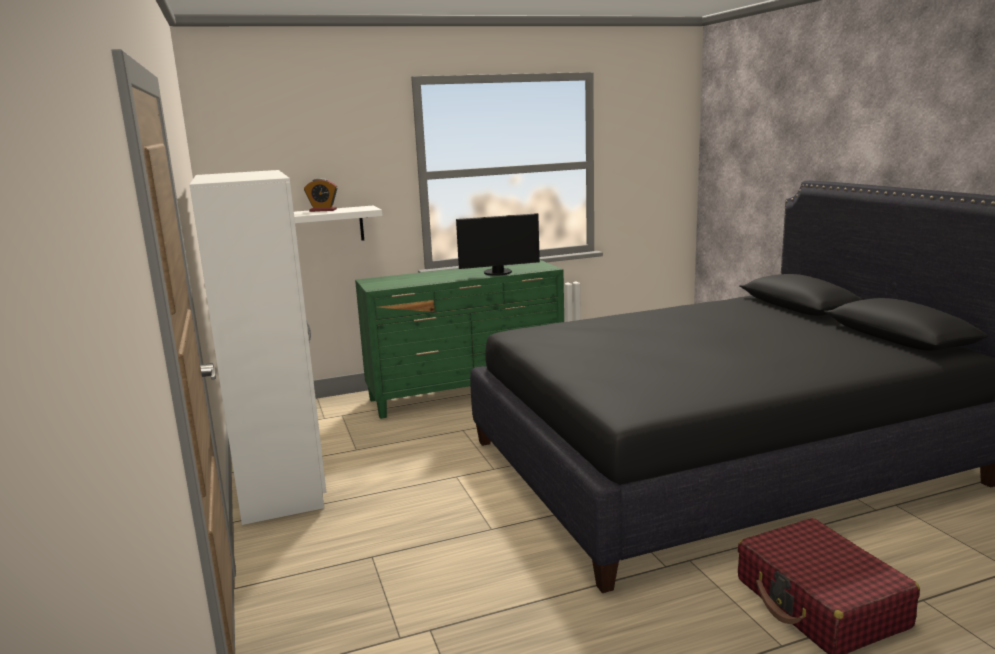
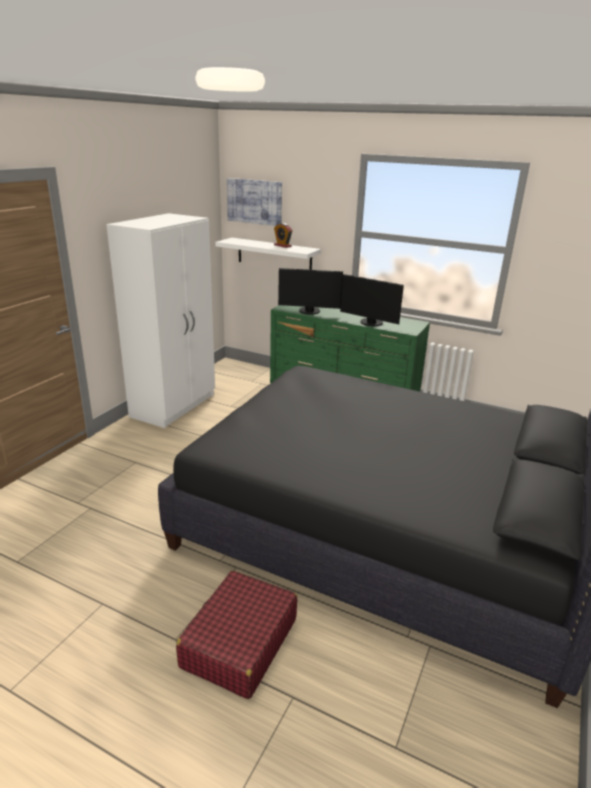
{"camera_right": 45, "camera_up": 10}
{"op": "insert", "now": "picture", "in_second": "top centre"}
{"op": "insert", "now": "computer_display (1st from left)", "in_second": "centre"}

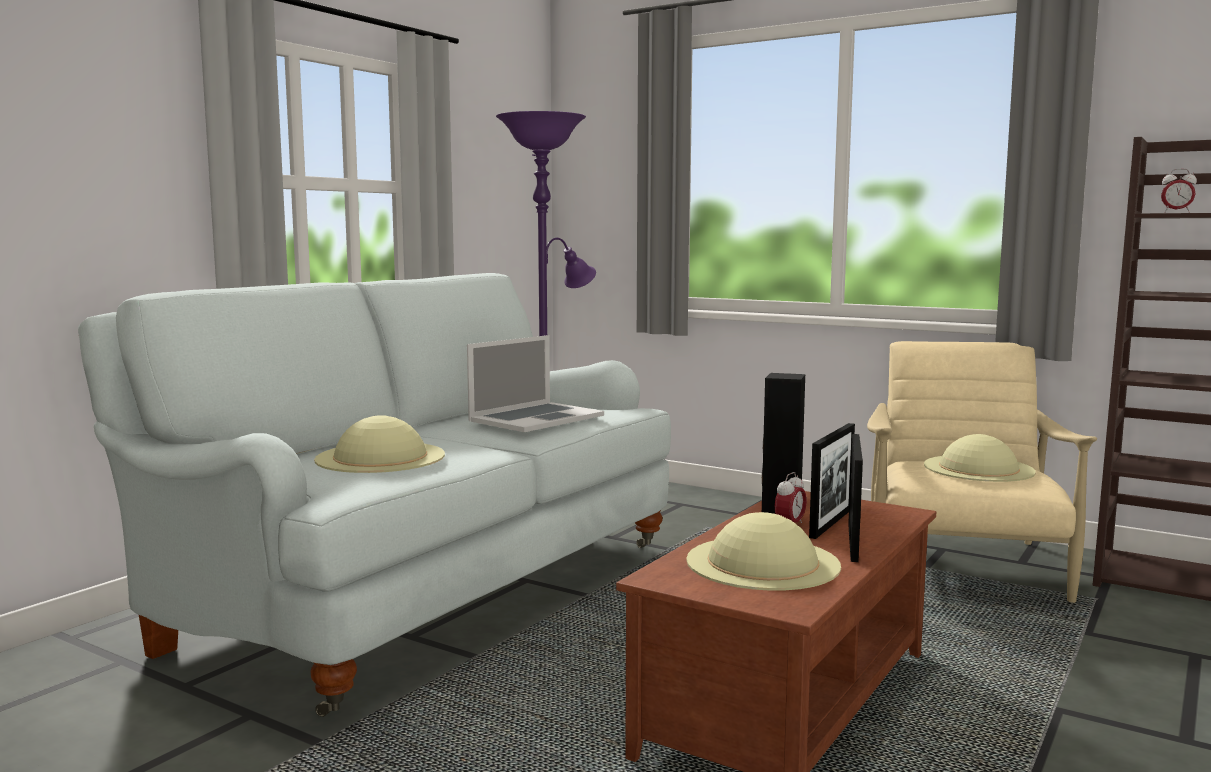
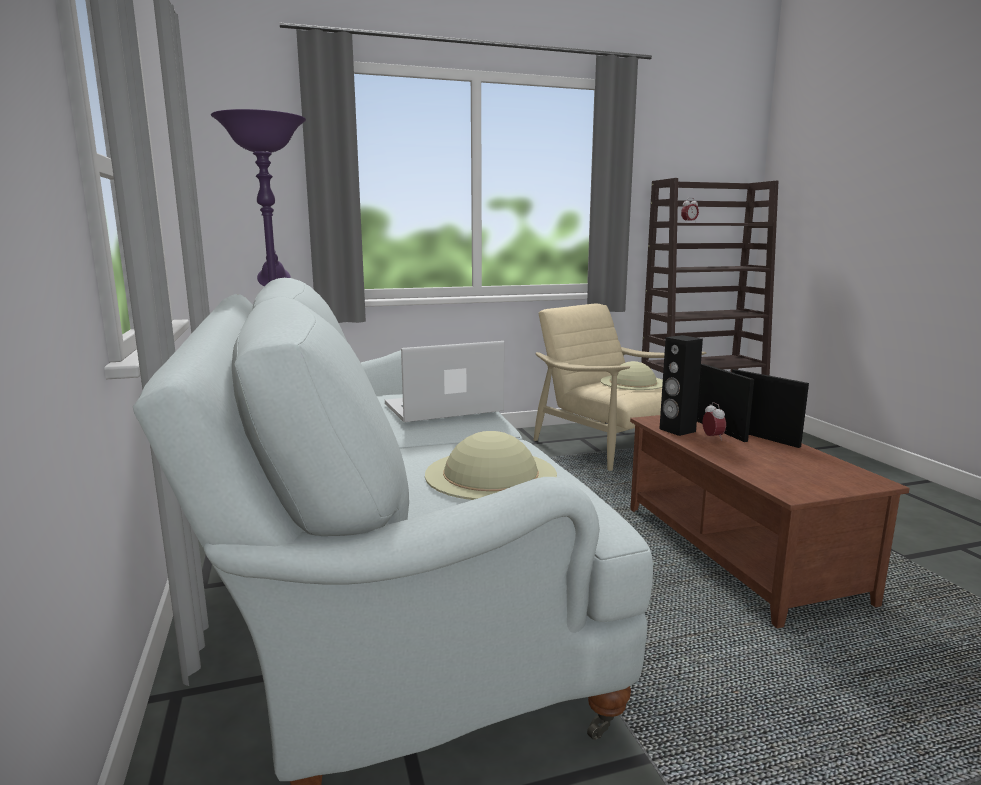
{"camera_right": -50, "camera_up": 5}
{"op": "rotate", "was": "laptop", "in_first": "centre", "in_second": "centre", "clockwise": -105}
{"op": "delete", "was": "sand-coloured_hat (2nd from left)", "in_first": "bottom centre"}

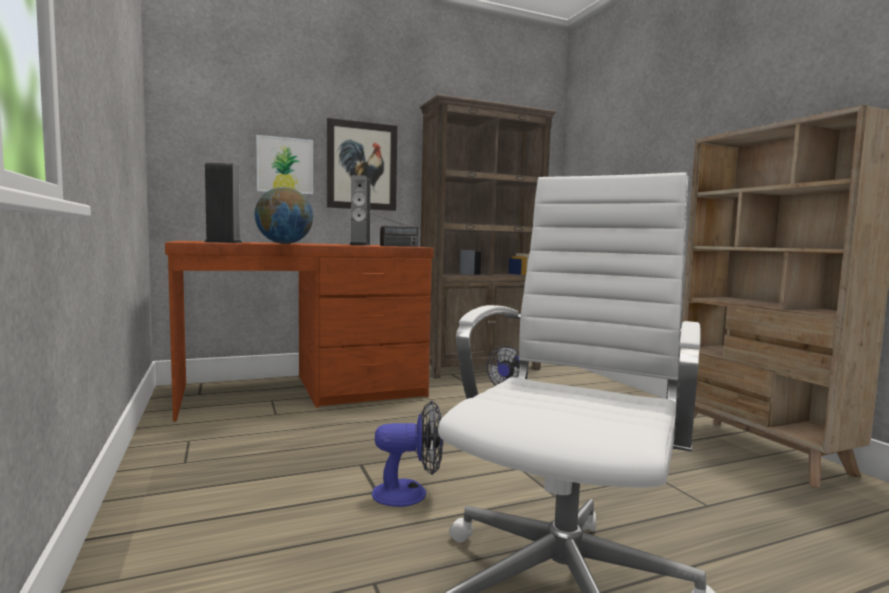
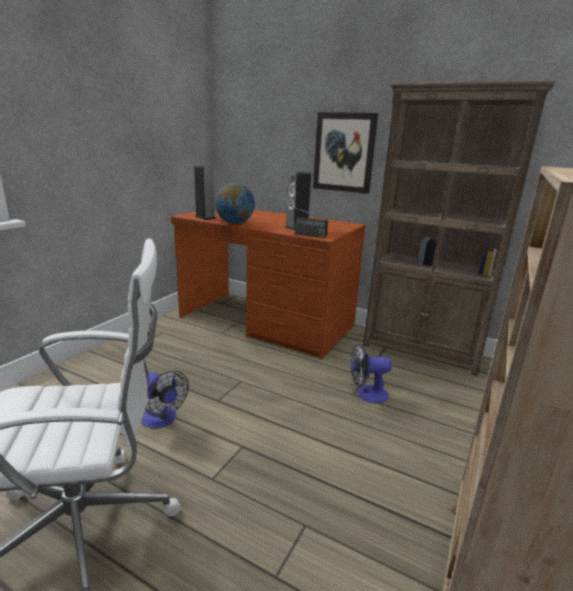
{"camera_right": 50, "camera_up": 15}
{"op": "delete", "was": "picture (1st from left)", "in_first": "top left"}

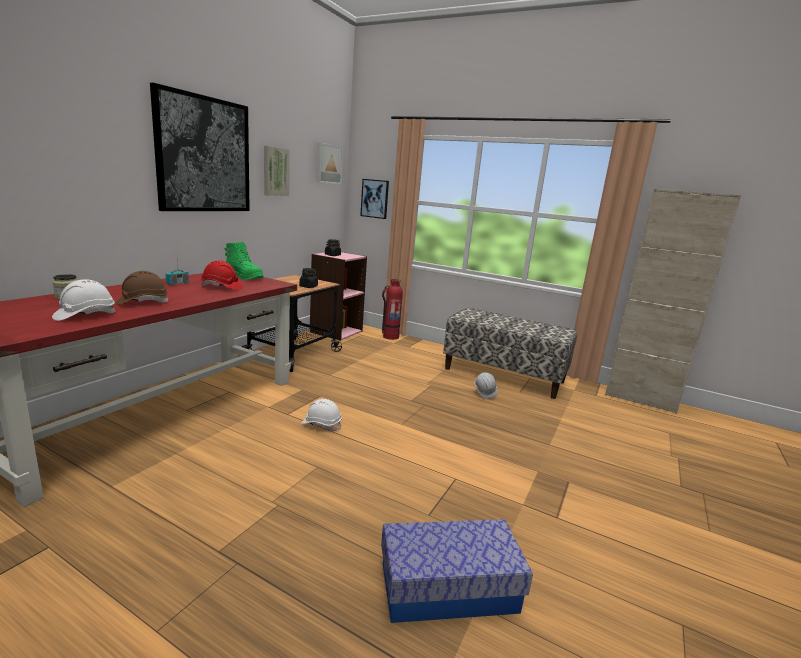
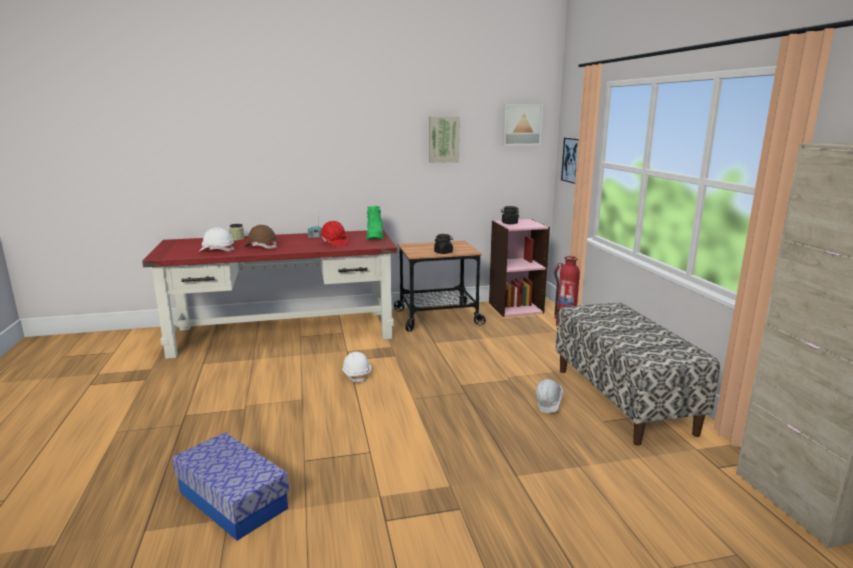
{"camera_right": 50, "camera_up": 0}
{"op": "delete", "was": "picture (1st from left)", "in_first": "top left"}

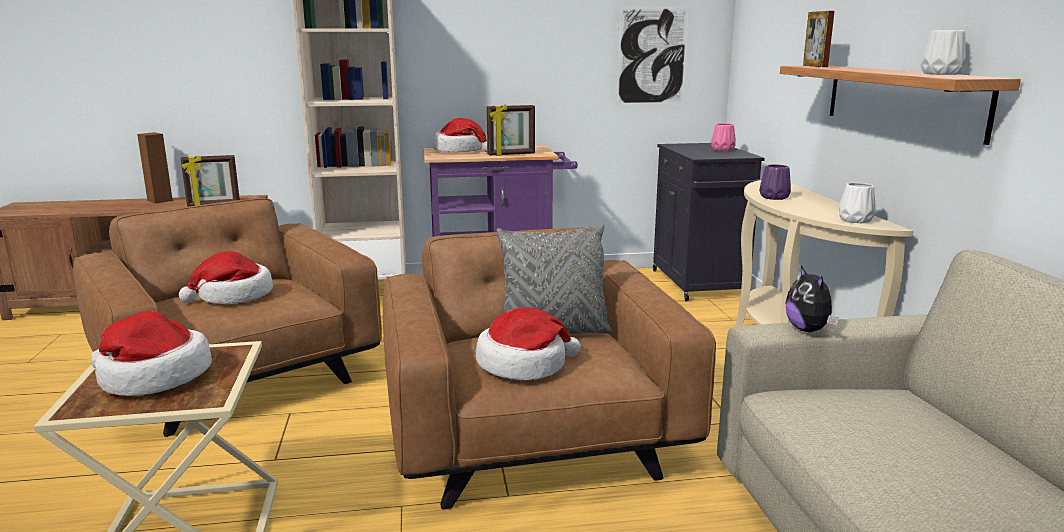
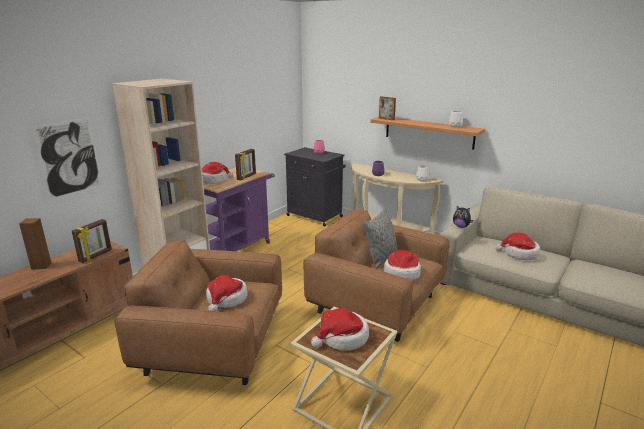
{"camera_right": -45, "camera_up": 5}
{"op": "move", "was": "picture", "in_first": "top centre", "in_second": "middle left"}
{"op": "insert", "now": "hat (5th from left)", "in_second": "middle right"}

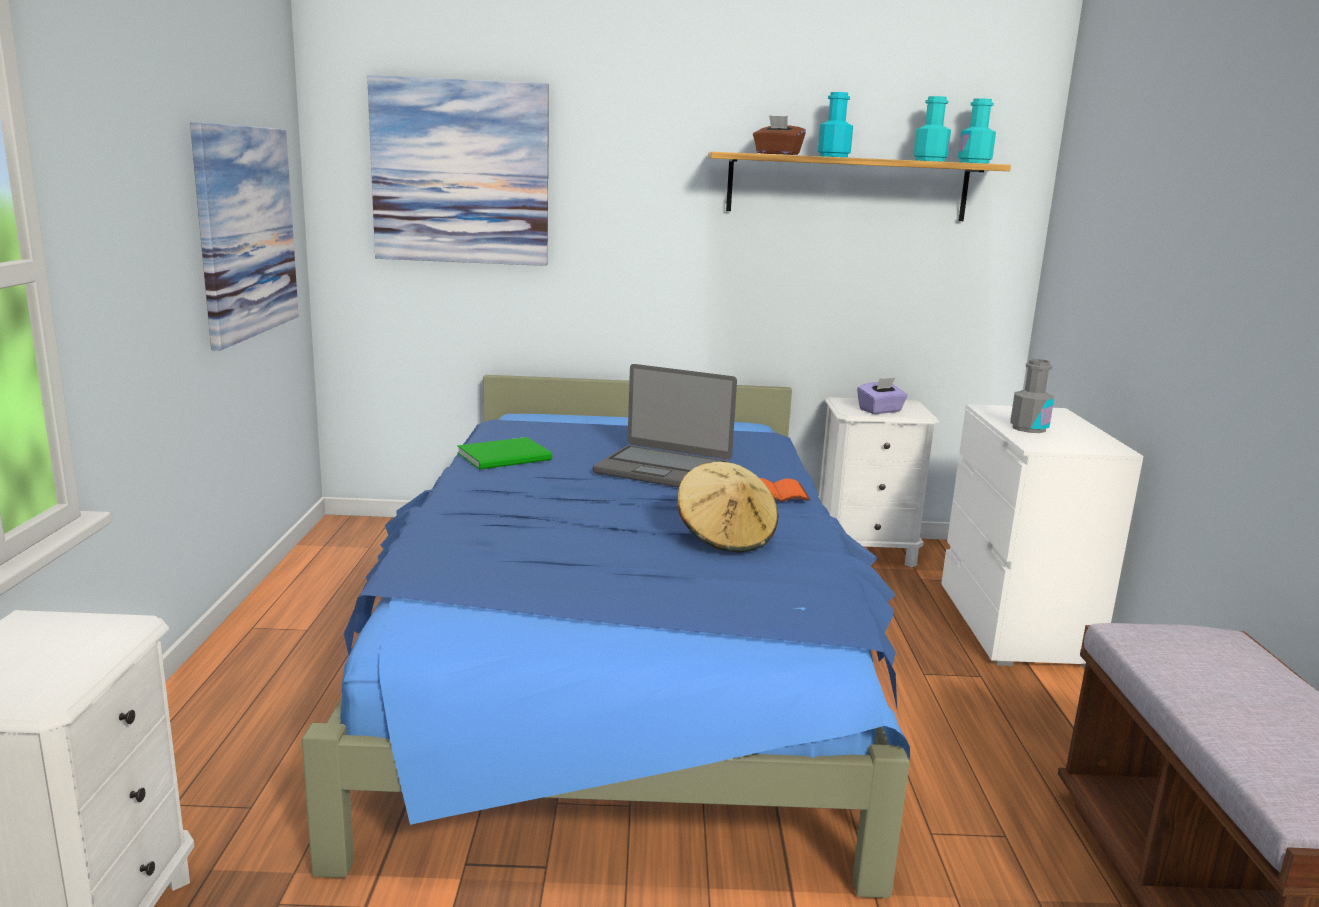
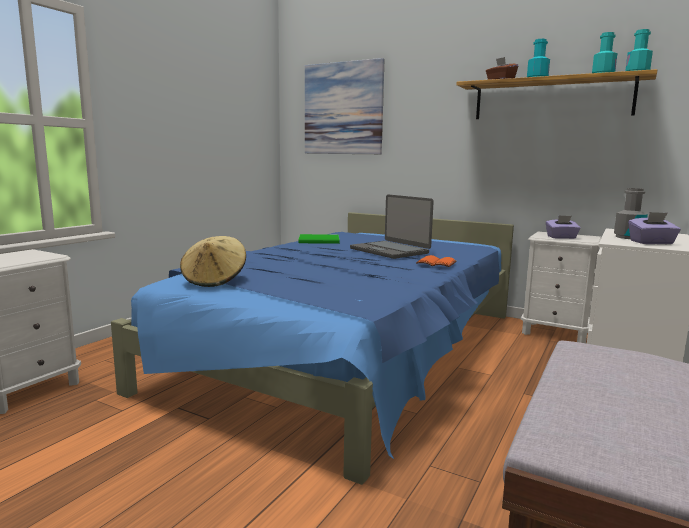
{"camera_right": 30, "camera_up": -5}
{"op": "delete", "was": "picture (1st from left)", "in_first": "top left"}
{"op": "move", "was": "sand-coloured_hat", "in_first": "centre", "in_second": "middle left"}
{"op": "insert", "now": "purple_tissue_holder (2nd from left)", "in_second": "middle right"}

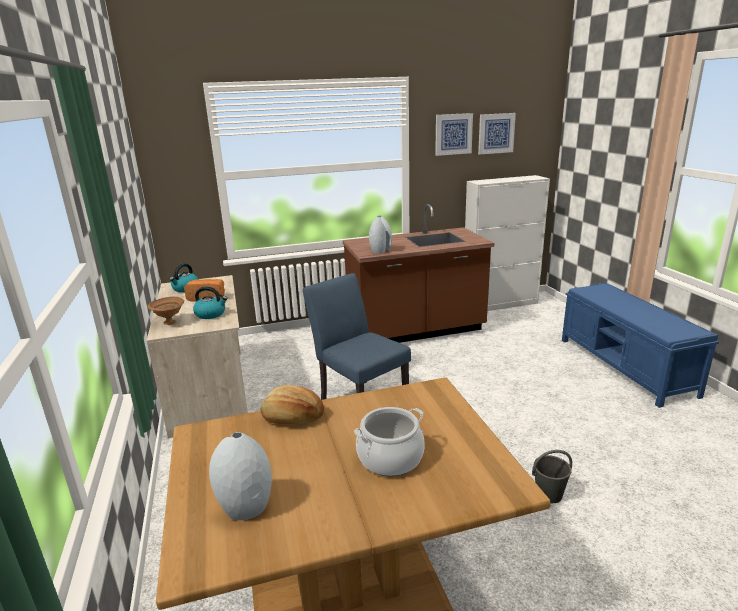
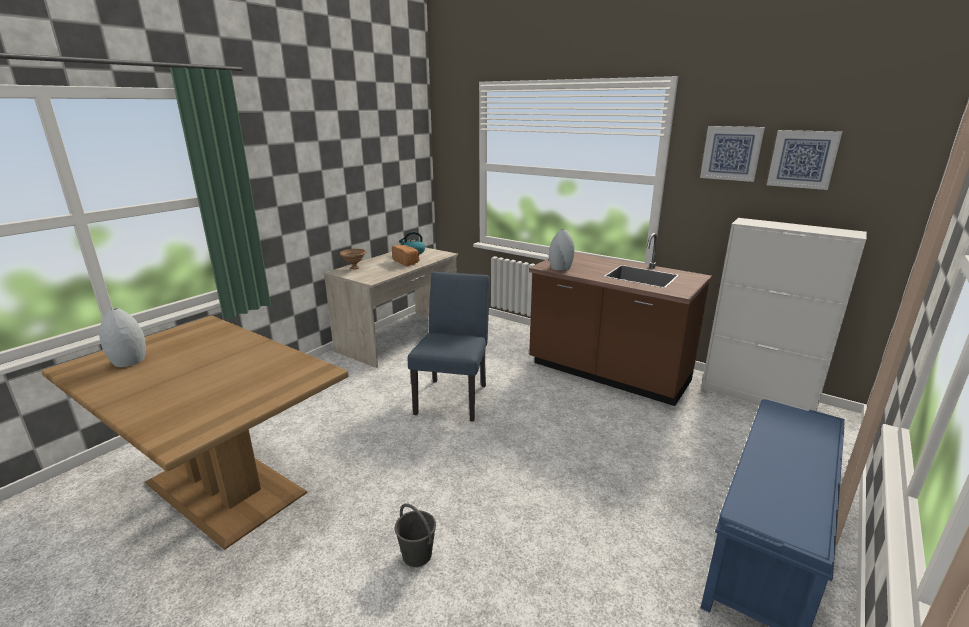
{"camera_right": 50, "camera_up": 0}
{"op": "delete", "was": "water_kettle (2nd from left)", "in_first": "middle left"}
{"op": "delete", "was": "baked_bread (2nd from left)", "in_first": "centre"}
{"op": "delete", "was": "stockpot", "in_first": "bottom centre"}

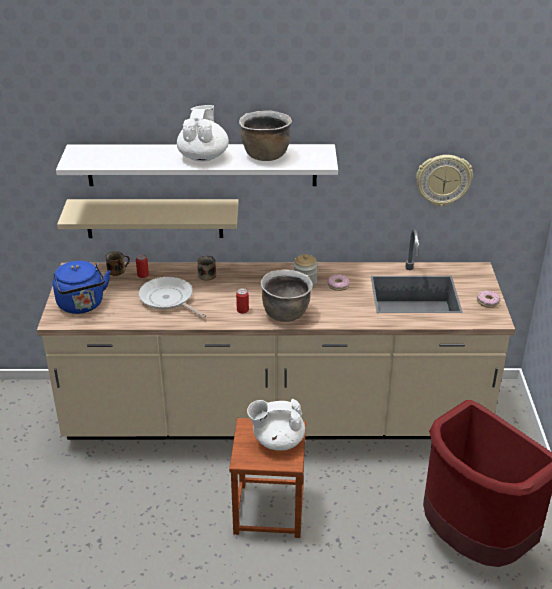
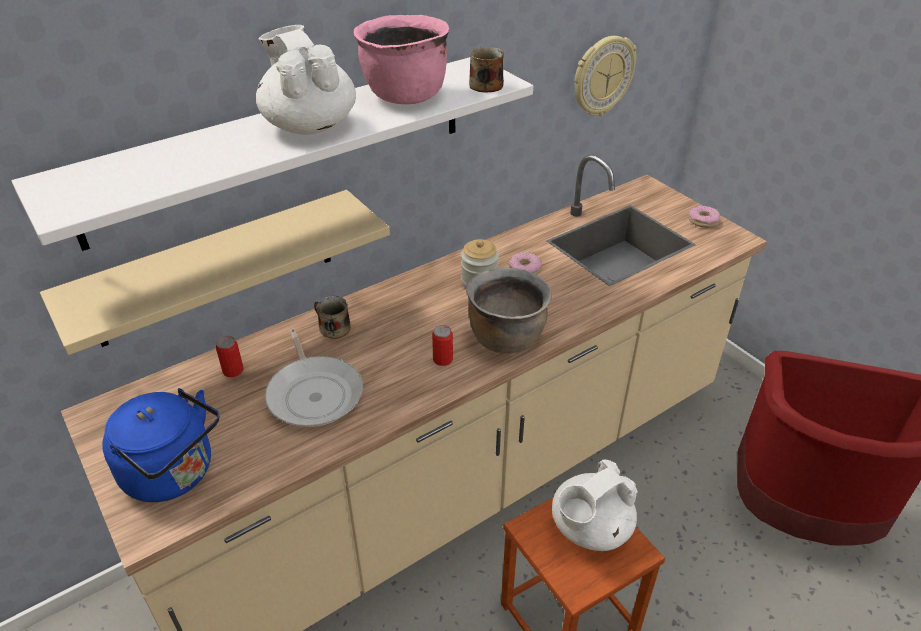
{"camera_right": -35, "camera_up": 5}
{"op": "recolor", "was": "brown_stockpot (1st from left)", "now": "pink-coloured_stockpot", "in_first": "top centre", "in_second": "top centre"}
{"op": "move", "was": "coffee_mug (1st from left in the first image)", "now": "coffee_mug (2nd from left)", "in_first": "middle left", "in_second": "top centre"}
{"op": "rotate", "was": "frying_pan", "in_first": "middle left", "in_second": "centre", "clockwise": -120}

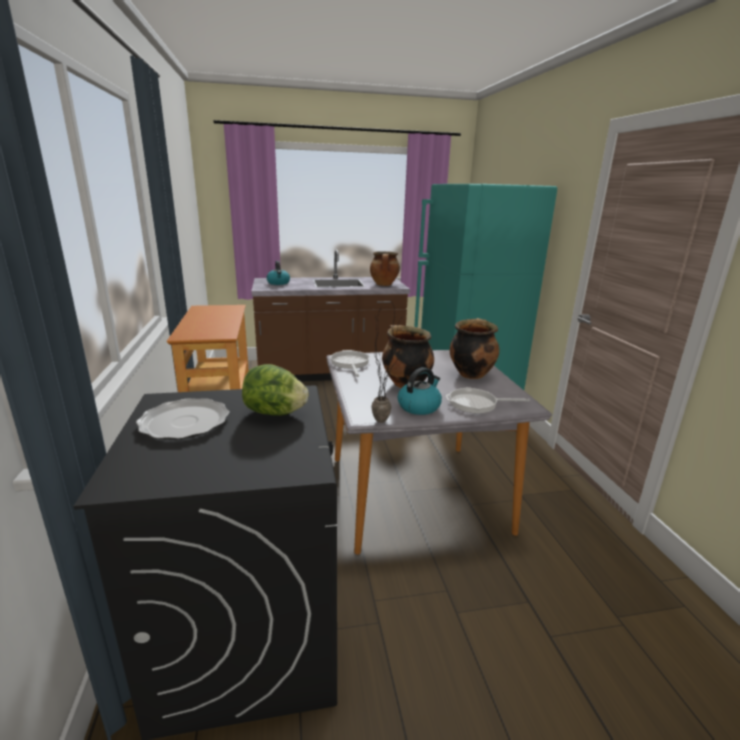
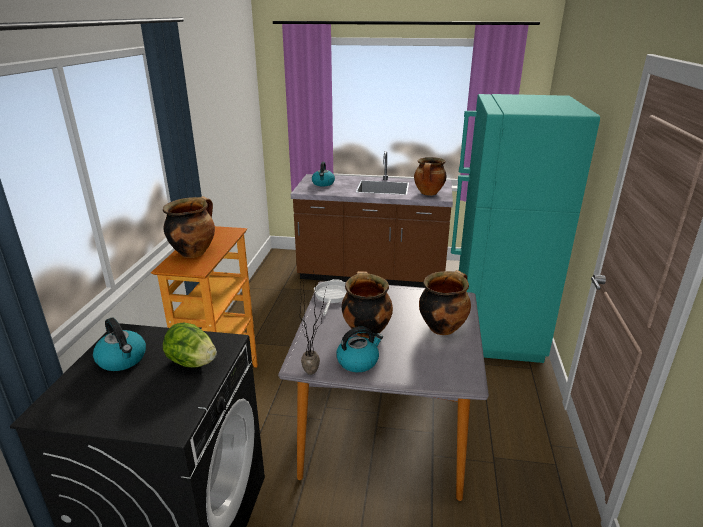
{"camera_right": 20, "camera_up": 5}
{"op": "delete", "was": "frying_pan (2nd from left)", "in_first": "centre"}
{"op": "replace", "was": "plate", "now": "water_kettle (1st from left)", "in_first": "middle left", "in_second": "middle left"}
{"op": "insert", "now": "stockpot (1st from left)", "in_second": "middle left"}

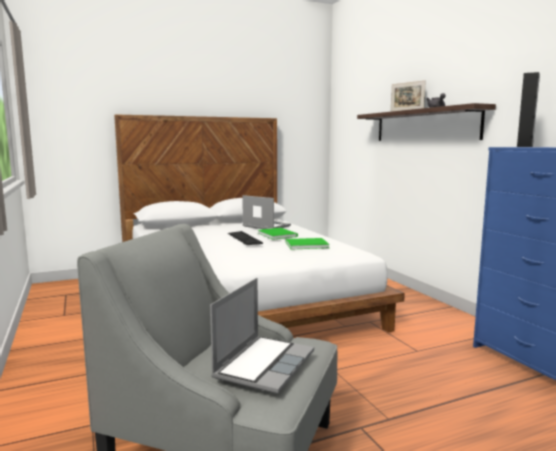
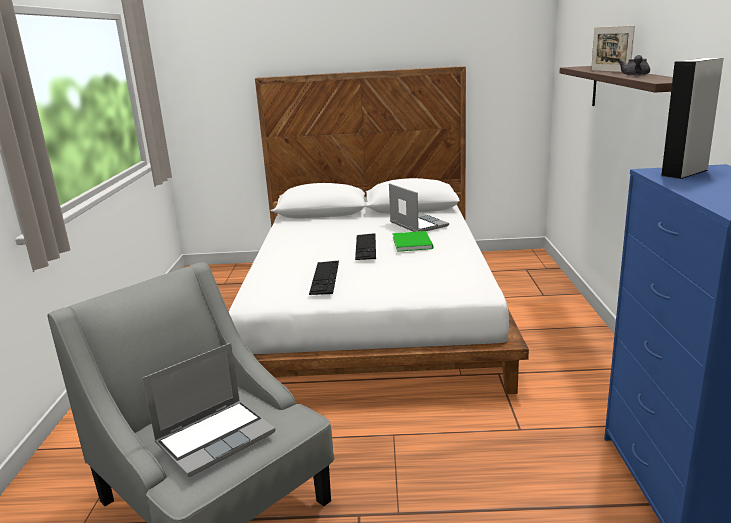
{"camera_right": 25, "camera_up": 10}
{"op": "delete", "was": "green_volume (2nd from left)", "in_first": "centre"}
{"op": "insert", "now": "keyboard (1st from left)", "in_second": "centre"}

